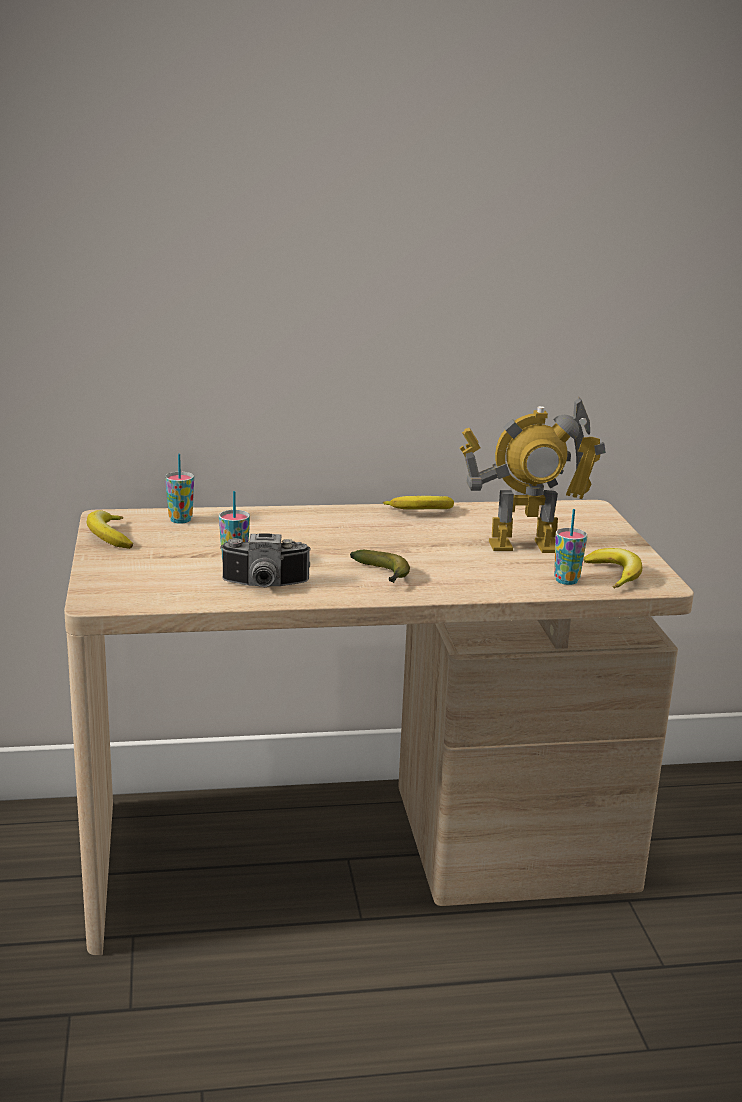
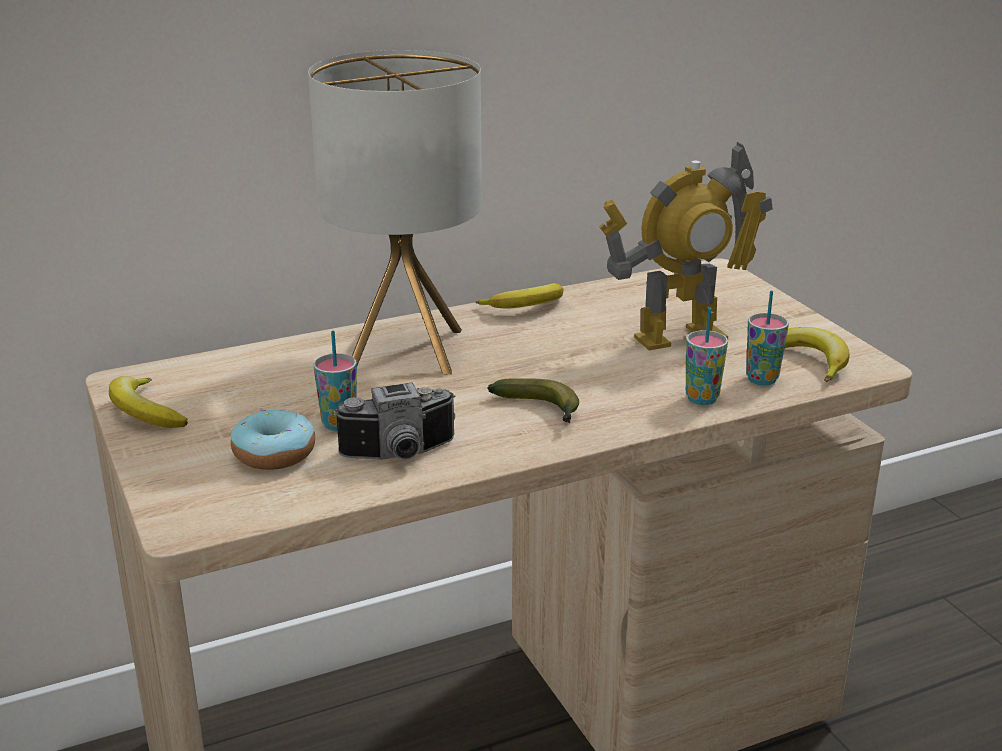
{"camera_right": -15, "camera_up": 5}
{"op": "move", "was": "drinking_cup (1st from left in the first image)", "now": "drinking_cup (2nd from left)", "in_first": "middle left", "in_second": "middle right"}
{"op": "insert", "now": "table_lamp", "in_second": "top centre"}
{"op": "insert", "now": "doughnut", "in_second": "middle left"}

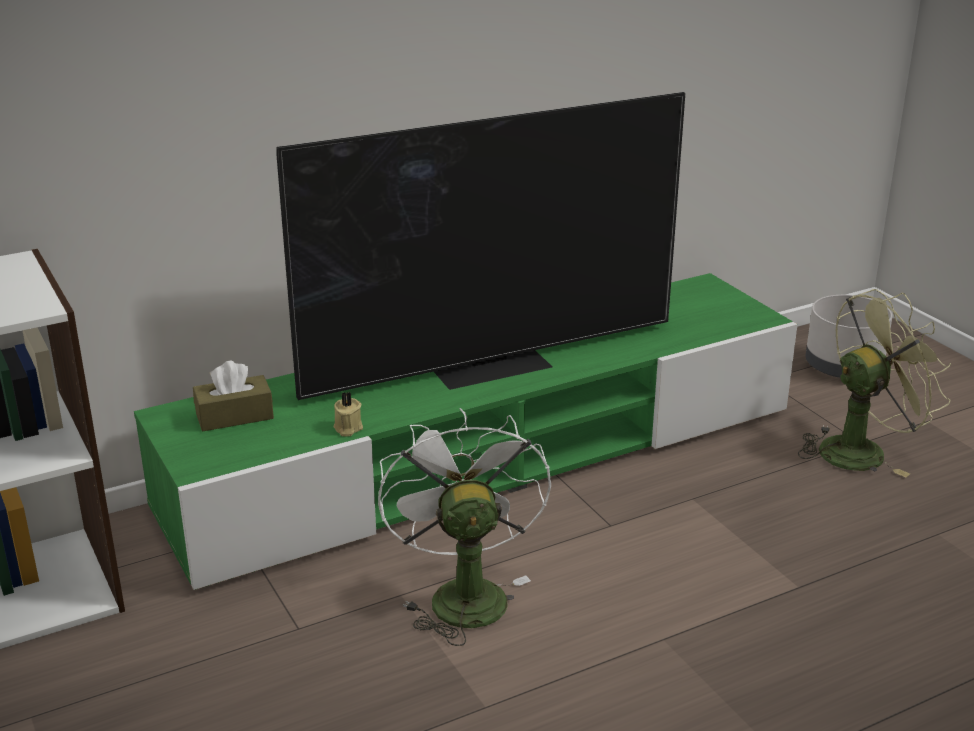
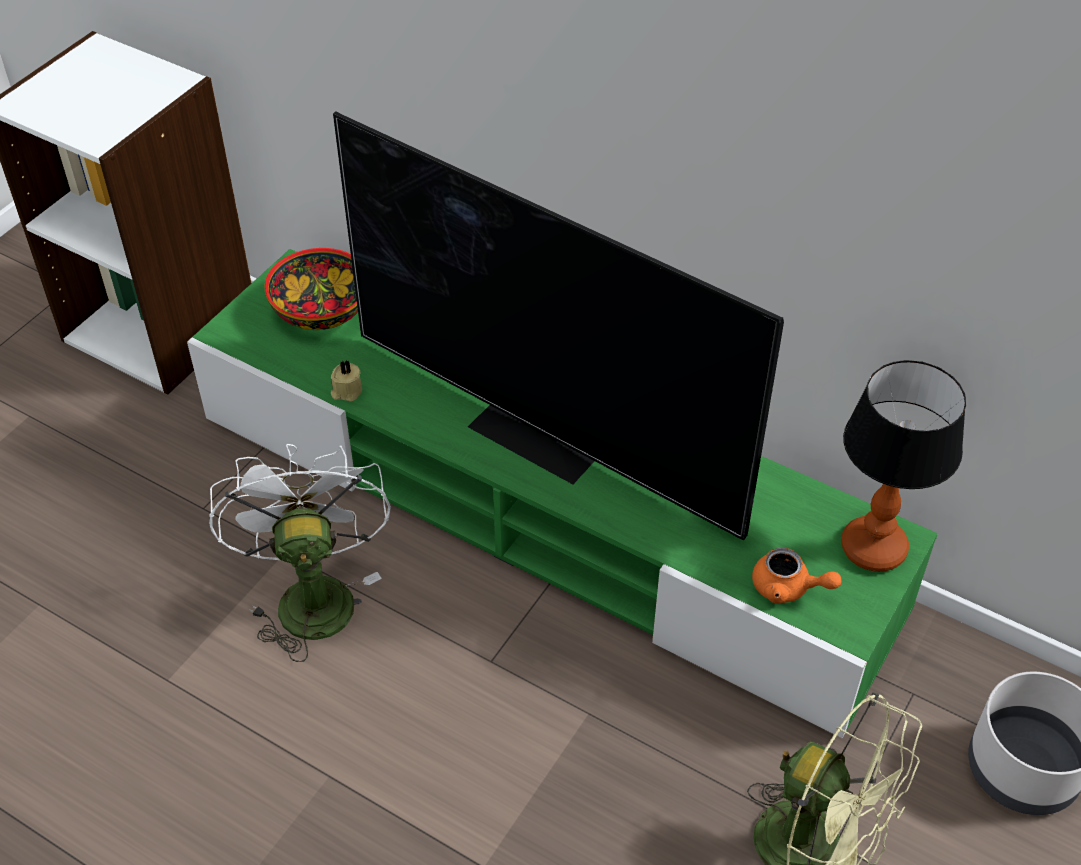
{"camera_right": 60, "camera_up": 20}
{"op": "replace", "was": "brown_tissue_holder", "now": "bowl", "in_first": "middle left", "in_second": "middle left"}
{"op": "rotate", "was": "whitish_electric_fan", "in_first": "bottom centre", "in_second": "middle left", "clockwise": -60}
{"op": "insert", "now": "table_lamp", "in_second": "middle right"}
{"op": "insert", "now": "orangey_teapot", "in_second": "middle right"}

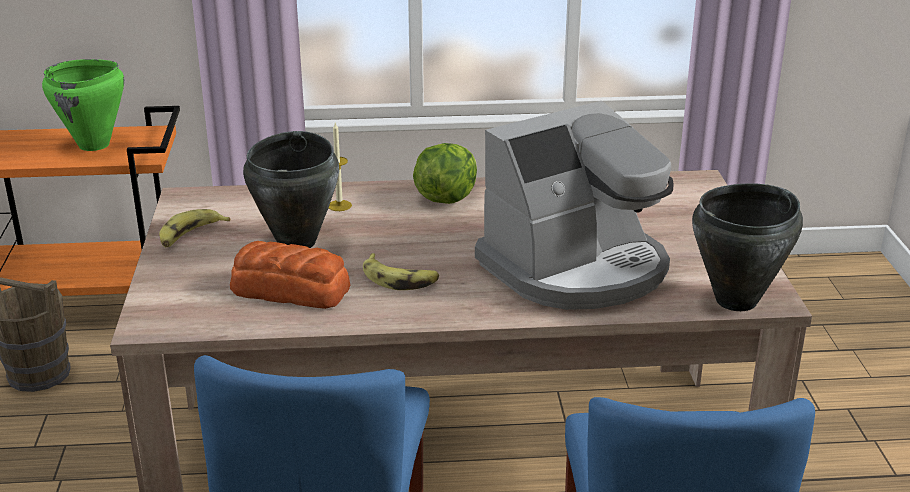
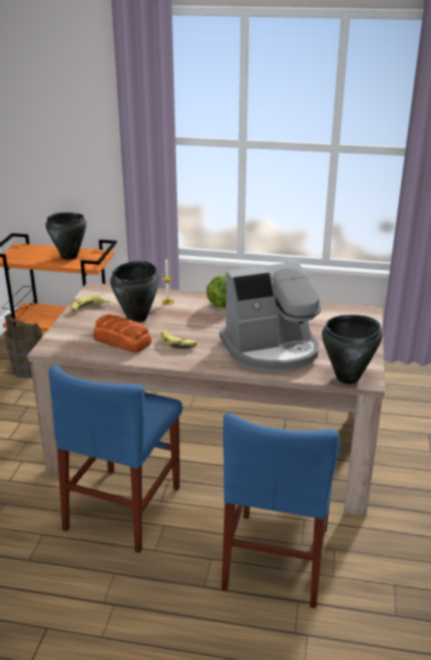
{"camera_right": 15, "camera_up": 0}
{"op": "recolor", "was": "green_stockpot", "now": "black-coloured_stockpot (1st from left)", "in_first": "top left", "in_second": "middle left"}

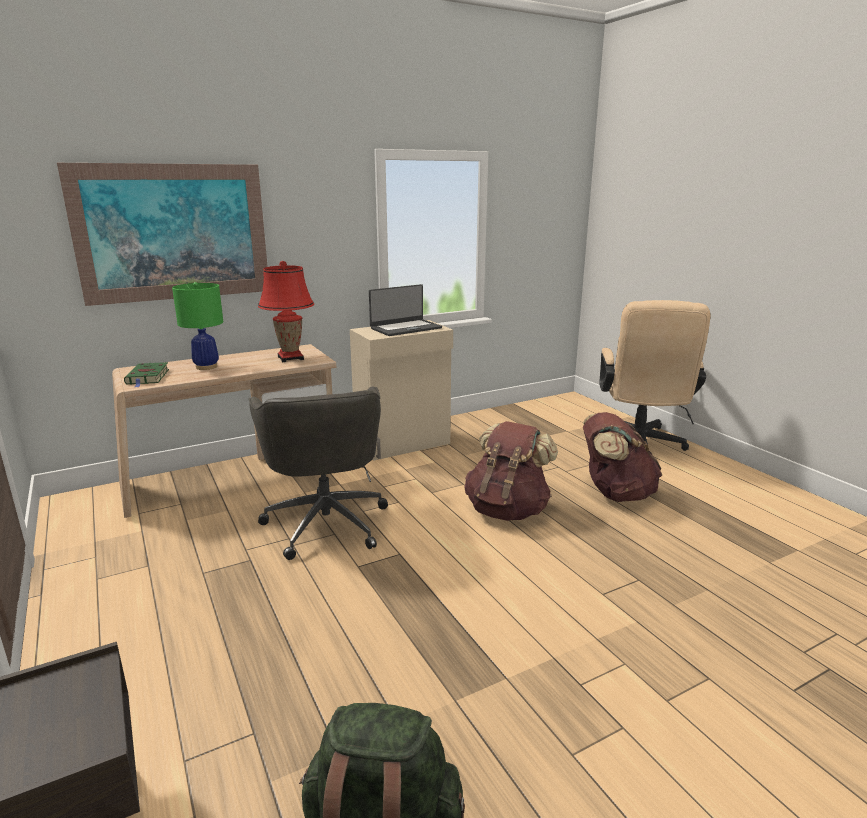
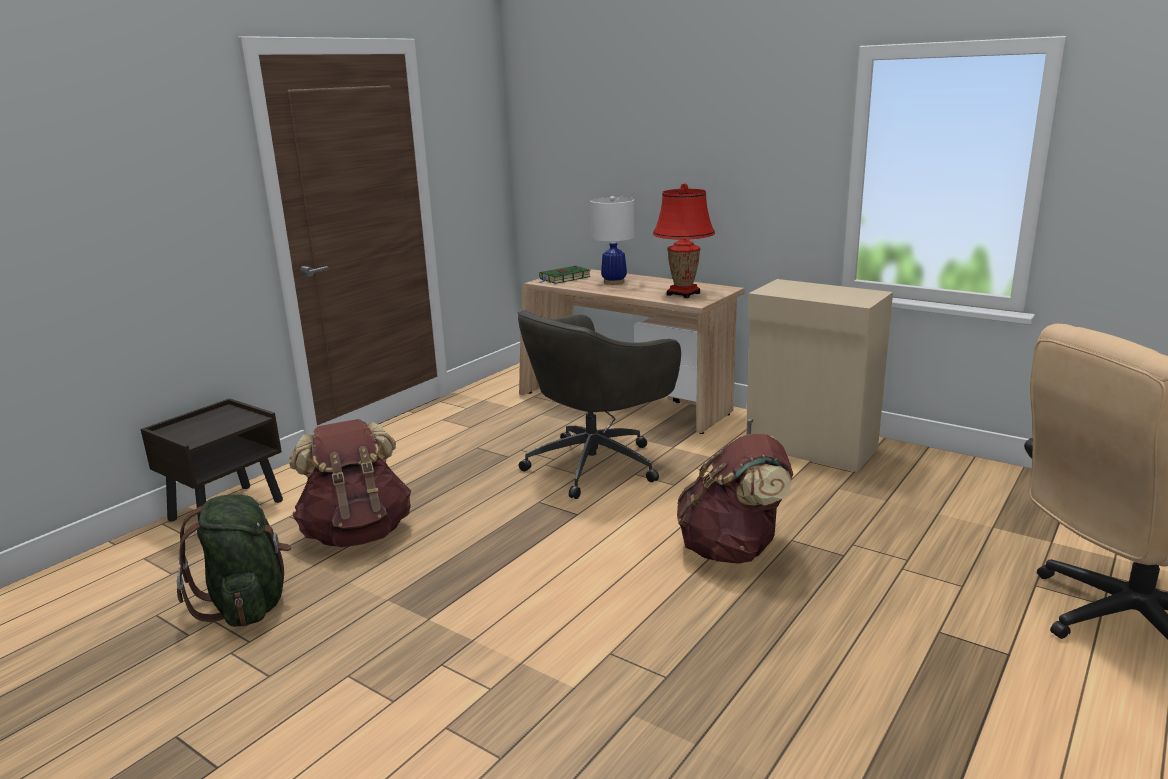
{"camera_right": 65, "camera_up": 0}
{"op": "delete", "was": "picture", "in_first": "top left"}
{"op": "recolor", "was": "green_table_lamp", "now": "whitish_table_lamp", "in_first": "middle left", "in_second": "top centre"}
{"op": "delete", "was": "laptop", "in_first": "centre"}
{"op": "move", "was": "brown_knapsack (2nd from left in the first image)", "now": "brown_knapsack (1st from left)", "in_first": "middle right", "in_second": "middle left"}

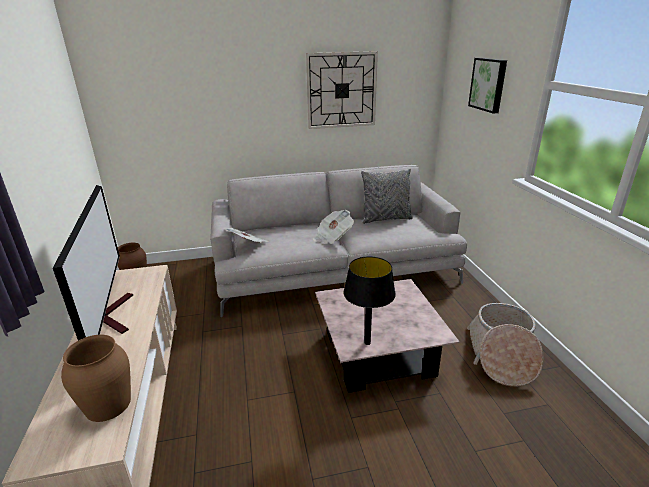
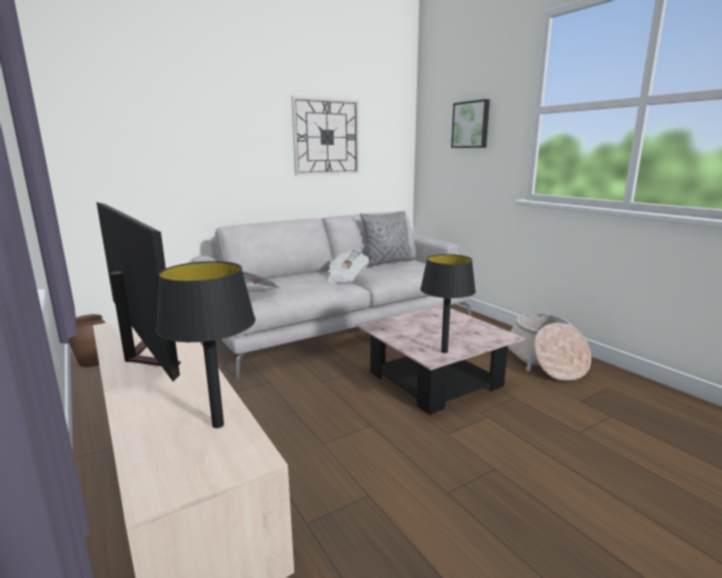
{"camera_right": -20, "camera_up": -10}
{"op": "replace", "was": "brown_flower_vase (1st from left)", "now": "black-coloured_table_lamp (1st from left)", "in_first": "bottom left", "in_second": "middle left"}

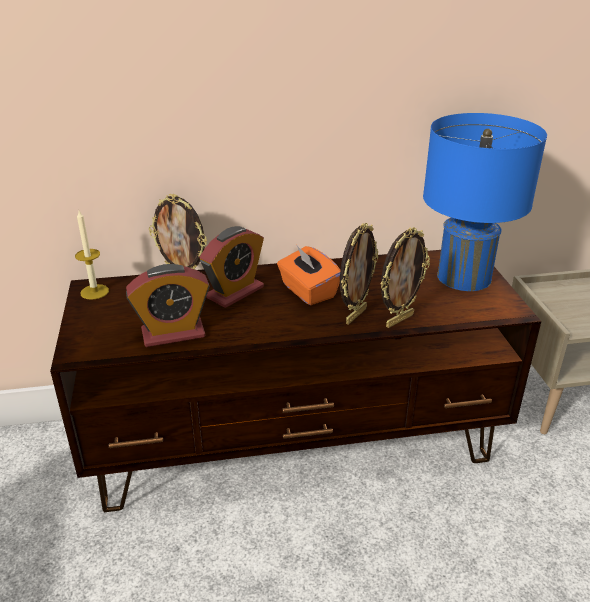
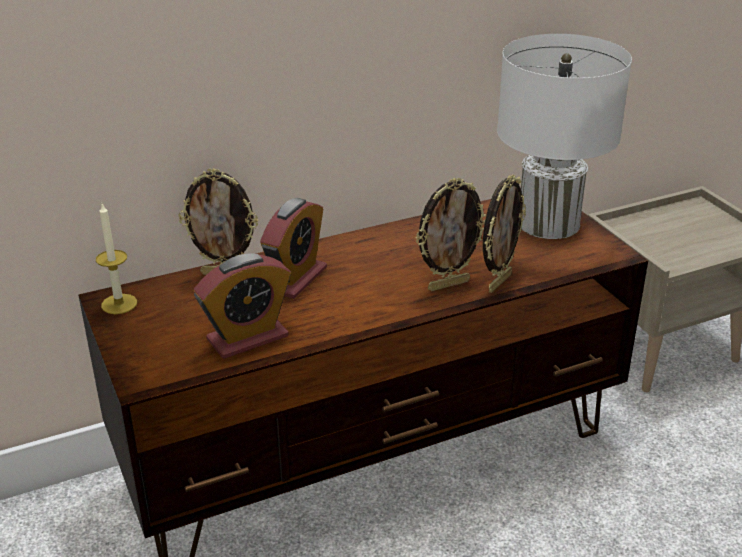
{"camera_right": -15, "camera_up": 0}
{"op": "recolor", "was": "blue-coloured_table_lamp", "now": "whitish_table_lamp", "in_first": "middle right", "in_second": "top right"}
{"op": "rotate", "was": "standing_frame (2nd from left)", "in_first": "centre", "in_second": "centre", "clockwise": 45}
{"op": "delete", "was": "orangey_tissue_holder", "in_first": "centre"}

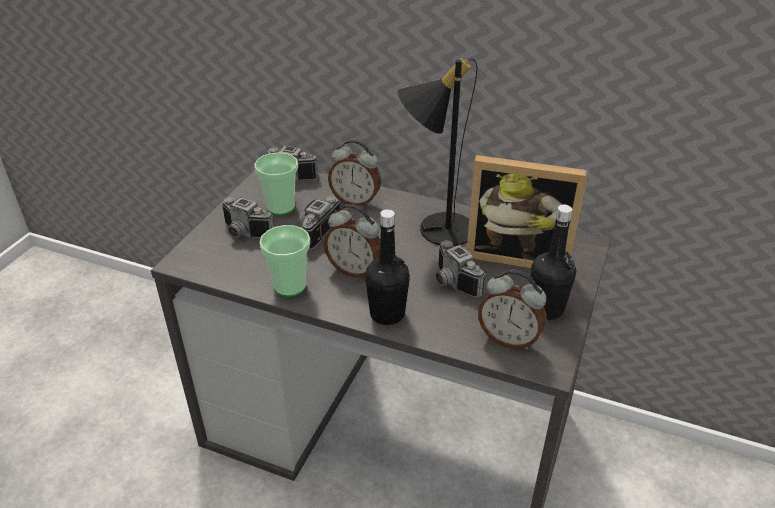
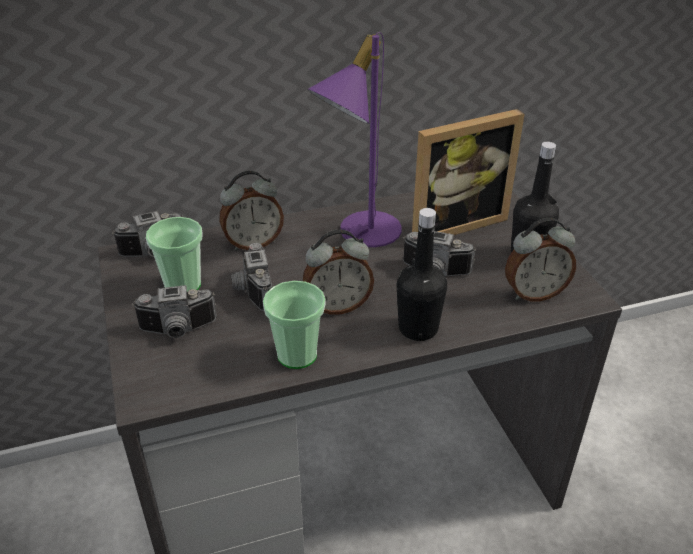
{"camera_right": -40, "camera_up": 0}
{"op": "recolor", "was": "black-coloured_table_lamp", "now": "purple_table_lamp", "in_first": "top centre", "in_second": "top centre"}

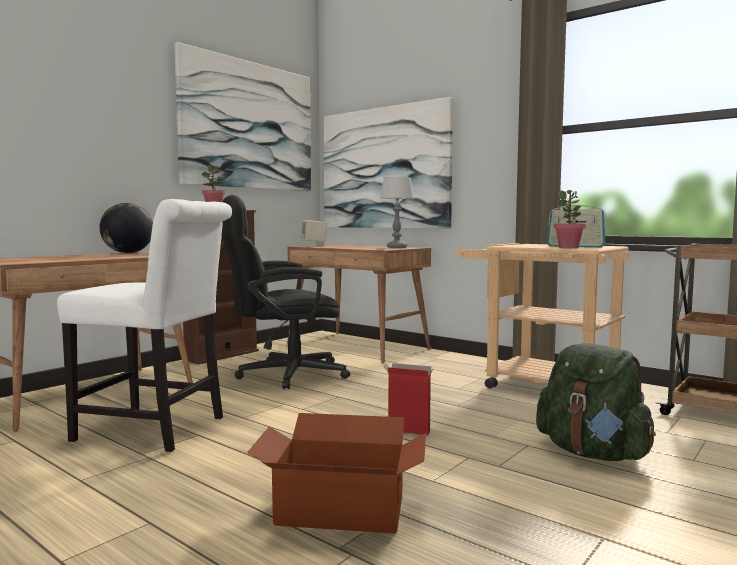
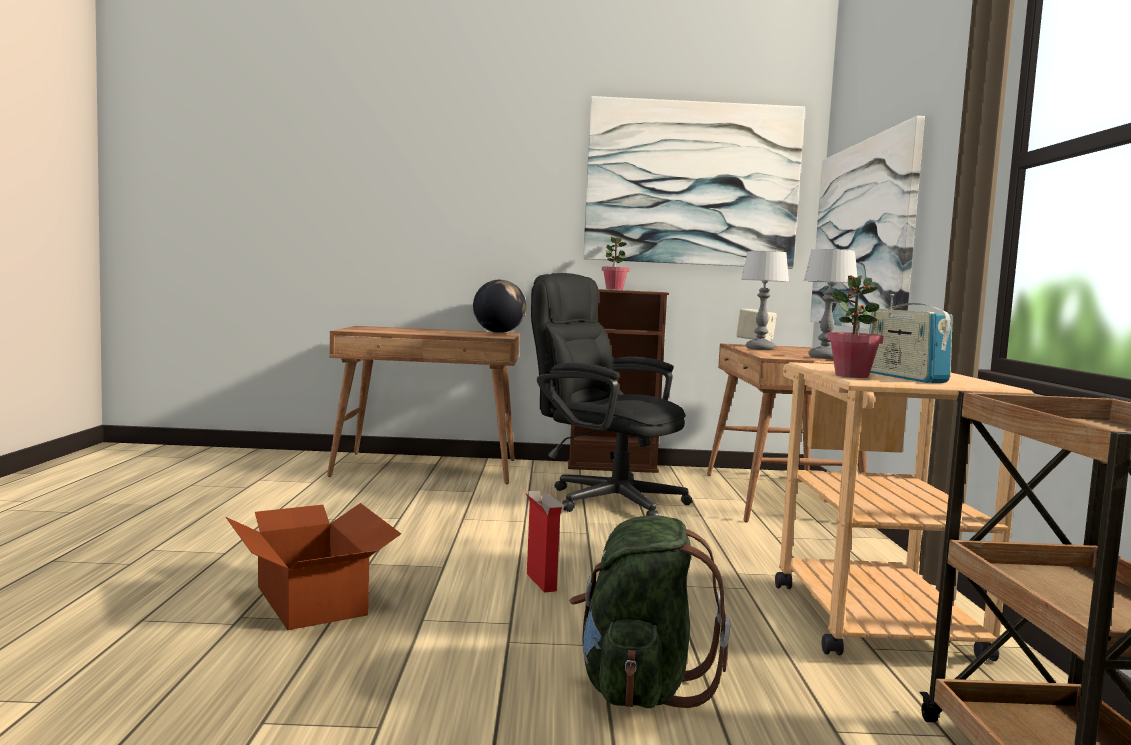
{"camera_right": 50, "camera_up": 0}
{"op": "delete", "was": "whitish_upright_chair", "in_first": "middle left"}
{"op": "insert", "now": "table_lamp (1st from left)", "in_second": "middle right"}

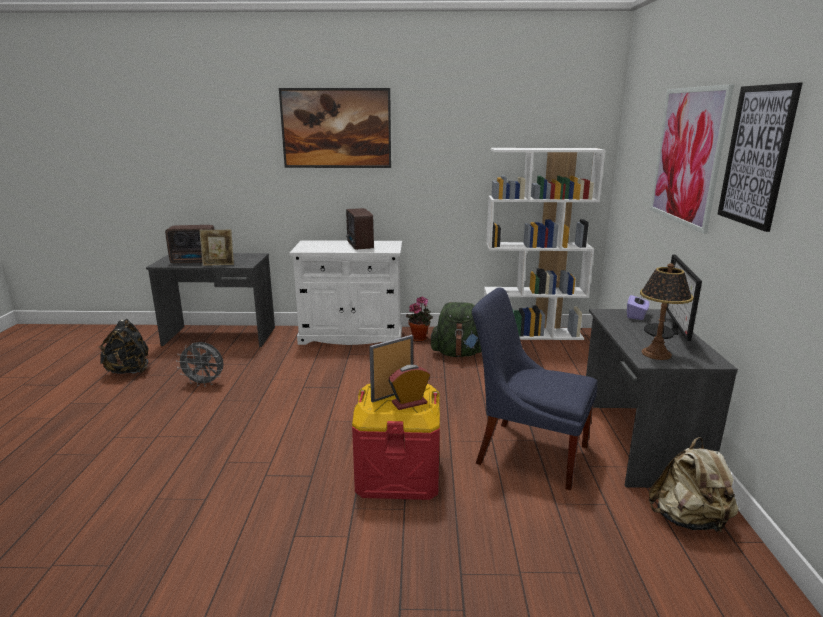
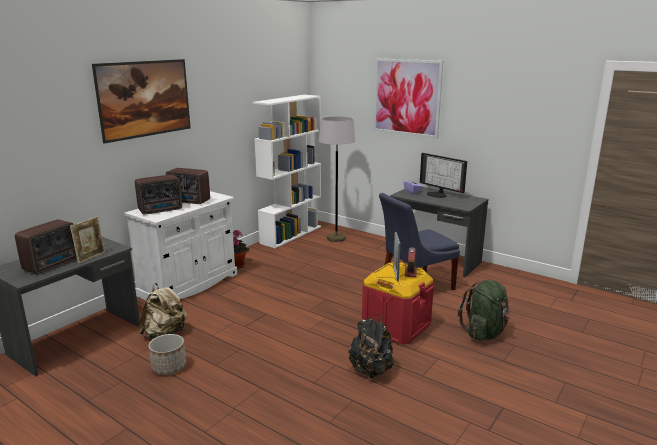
{"camera_right": -55, "camera_up": 0}
{"op": "delete", "was": "picture (3rd from left)", "in_first": "top right"}
{"op": "delete", "was": "table_lamp", "in_first": "middle right"}
{"op": "move", "was": "green_knapsack", "in_first": "centre", "in_second": "bottom right"}
{"op": "move", "was": "black-coloured_knapsack", "in_first": "middle left", "in_second": "bottom centre"}
{"op": "replace", "was": "grey_electric_fan", "now": "plant_pot", "in_first": "middle left", "in_second": "bottom left"}
{"op": "move", "was": "sand-coloured_knapsack", "in_first": "bottom right", "in_second": "bottom left"}
{"op": "insert", "now": "grey_standard_lamp", "in_second": "centre"}
{"op": "insert", "now": "radio_set (2nd from left)", "in_second": "middle left"}

